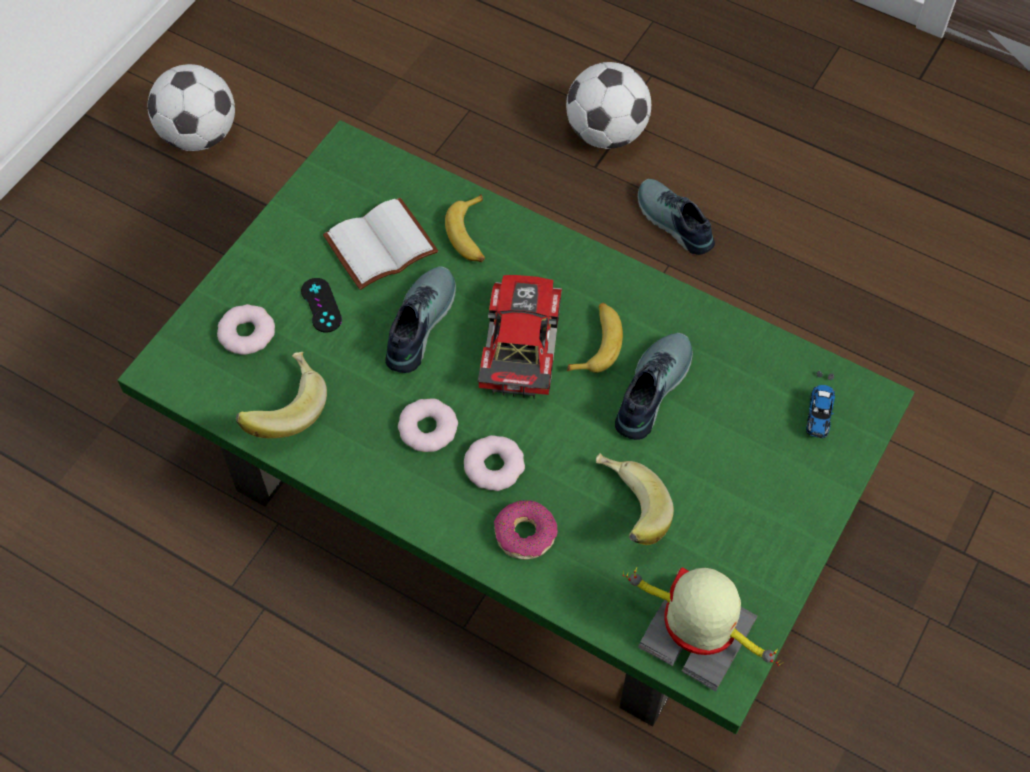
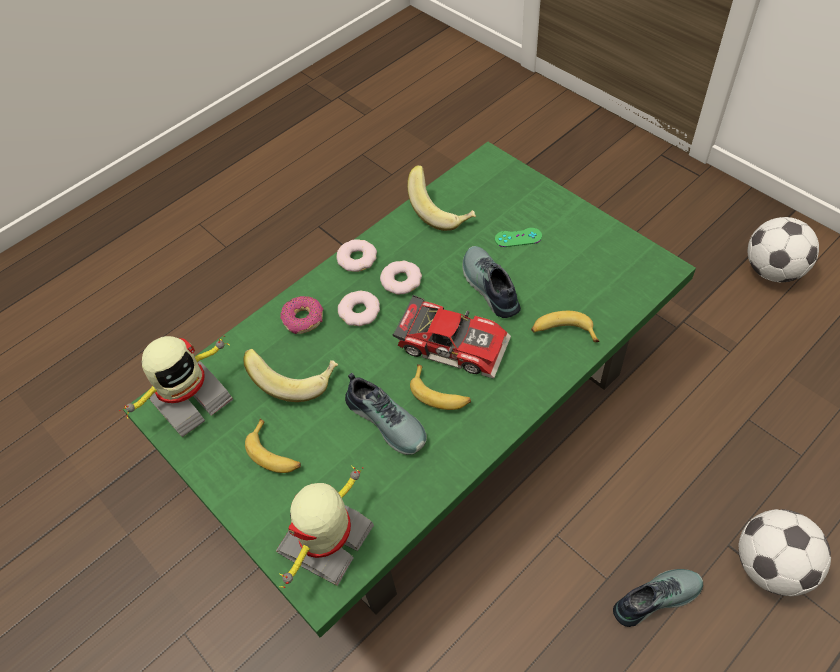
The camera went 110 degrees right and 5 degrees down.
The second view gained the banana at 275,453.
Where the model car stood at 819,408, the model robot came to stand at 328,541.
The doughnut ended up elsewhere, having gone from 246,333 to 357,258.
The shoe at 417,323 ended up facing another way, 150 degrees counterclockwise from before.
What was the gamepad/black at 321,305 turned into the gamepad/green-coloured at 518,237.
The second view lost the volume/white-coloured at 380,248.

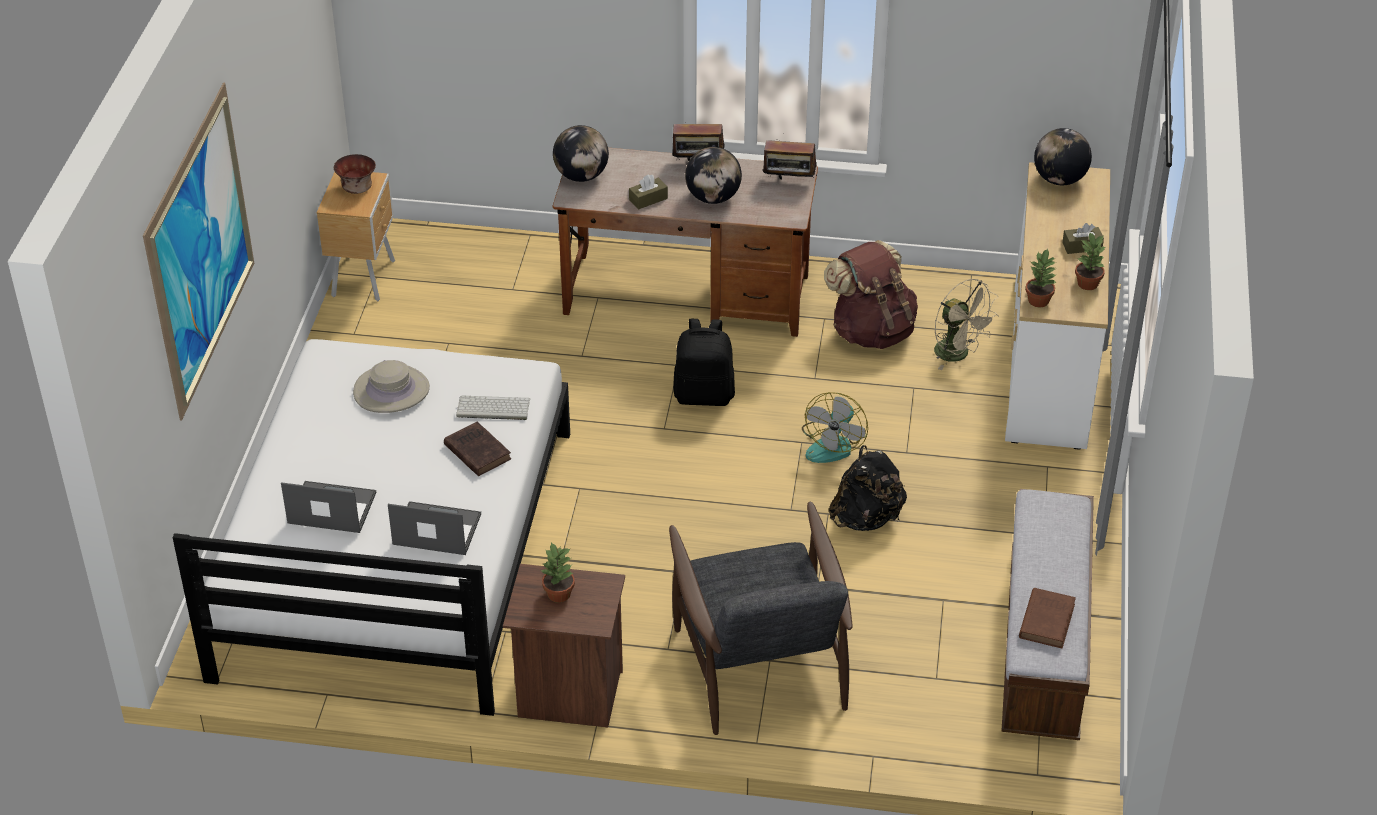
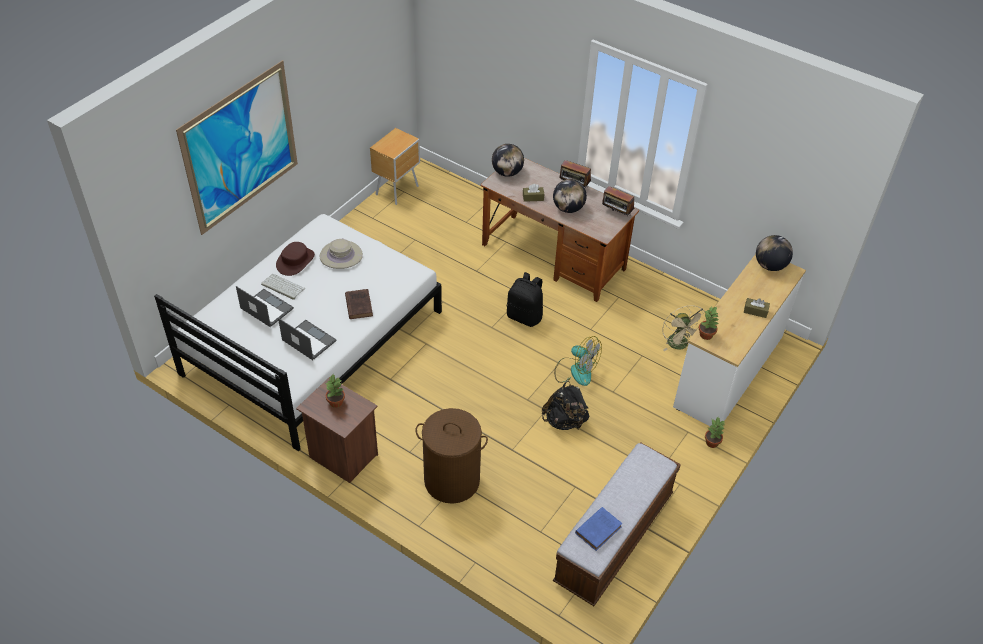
The camera went 25 degrees right and 5 degrees up.
The PC keyboard ended up elsewhere, having gone from 492,409 to 282,287.
The second view gained the wearable hat/brown-coloured at 295,261.
Where the armchair/gray stood at 759,663, the washing basket/brown-coloured came to stand at 451,480.
The fan at 833,444 ended up facing another way, 105 degrees counterclockwise from before.
What was the volume/brown-coloured at 1047,620 turned into the volume/bluish at 599,529.
The plant in a pot ended up elsewhere, having gone from 1088,283 to 712,442.
The second view lost the serving bowl at 356,188.
The second view lost the backpack/brown-coloured at 871,331.

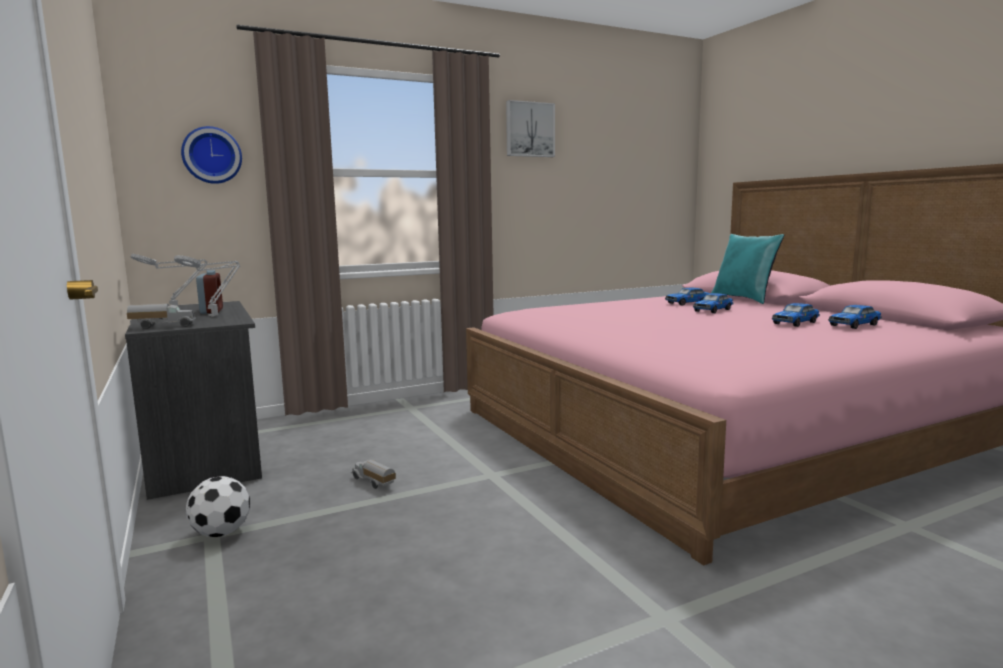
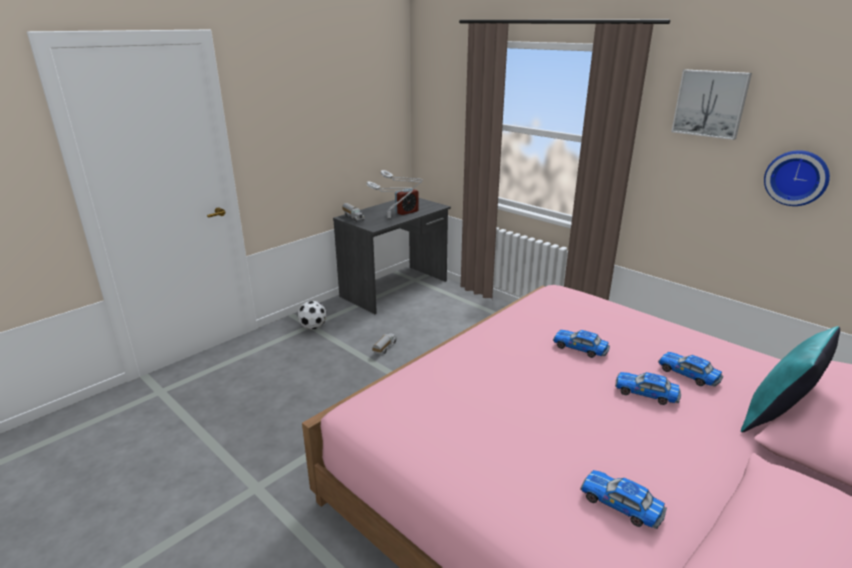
The camera went 70 degrees right and 15 degrees up.
The model car ended up elsewhere, having gone from 795,323 to 580,348.
The wall clock ended up elsewhere, having gone from 212,155 to 796,177.

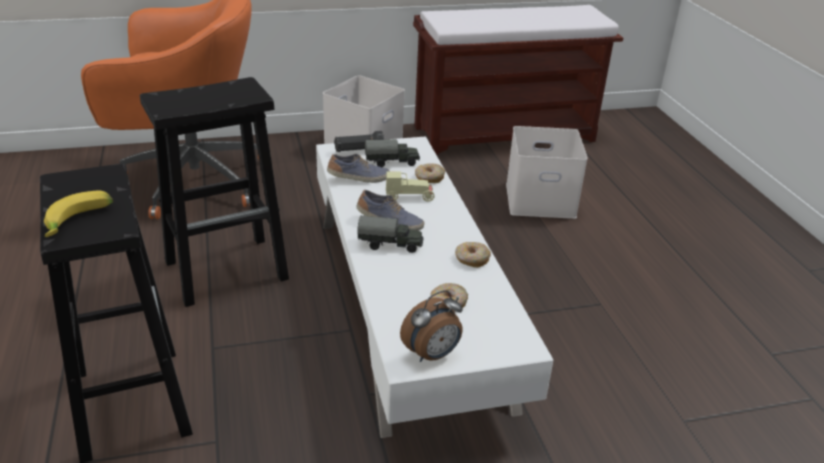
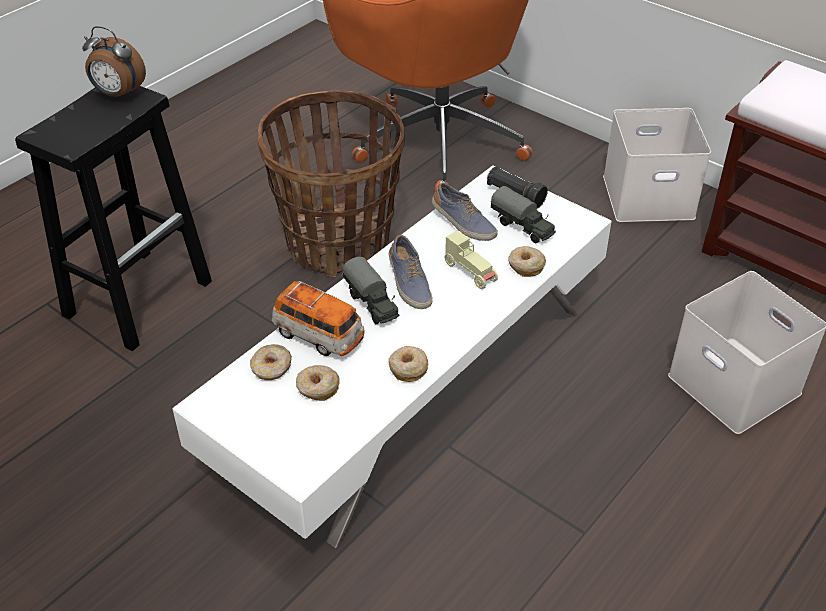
The camera went 55 degrees right and 10 degrees up.
The table clock ended up elsewhere, having gone from 432,355 to 118,94.
The second view gained the doughnut at 271,368.
Where the stool/black stood at 228,269, the basket came to stand at 338,243.
The second view gained the model car at 318,336.
The second view lost the banana at 79,222.

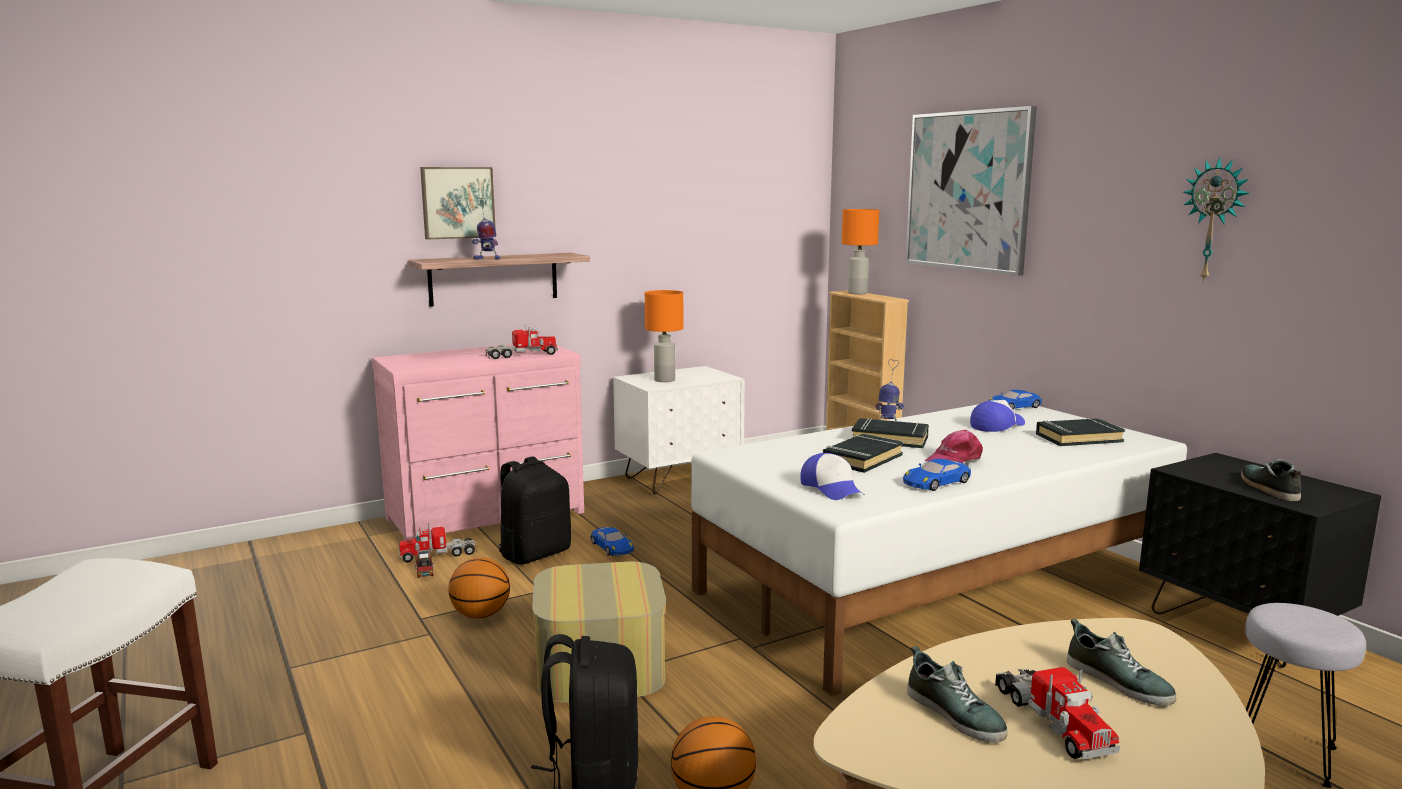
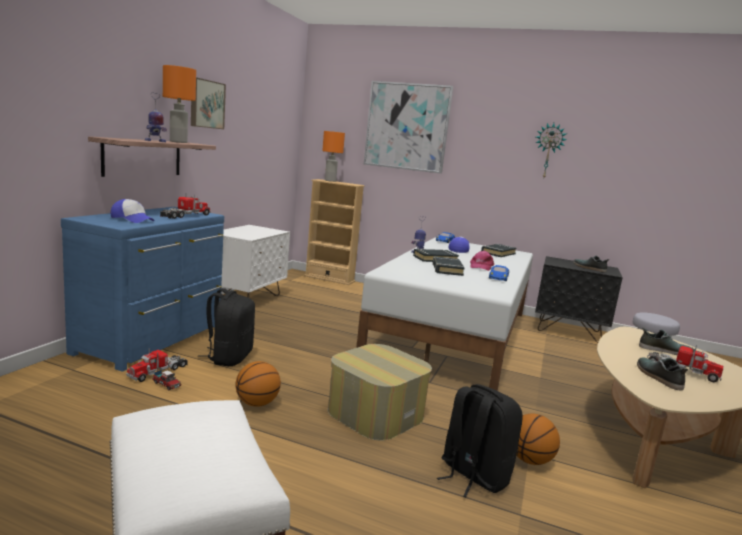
The camera went 40 degrees left and 0 degrees up.
What was the dresser/pinkish at 489,516 turned into the dresser/bluish at 154,339.
The peaked cap ended up elsewhere, having gone from 832,488 to 132,219.
The tabletop lamp/orangey ended up elsewhere, having gone from 664,380 to 178,142.
The picture ended up elsewhere, having gone from 457,202 to 206,104.
The shoe at 955,714 ended up facing another way, 120 degrees counterclockwise from before.
The second view lost the model car/bluish at 612,547.

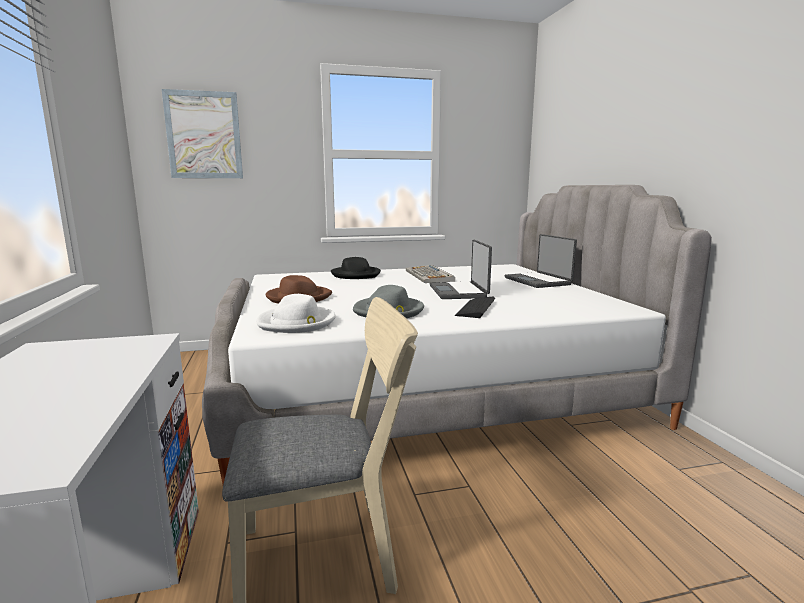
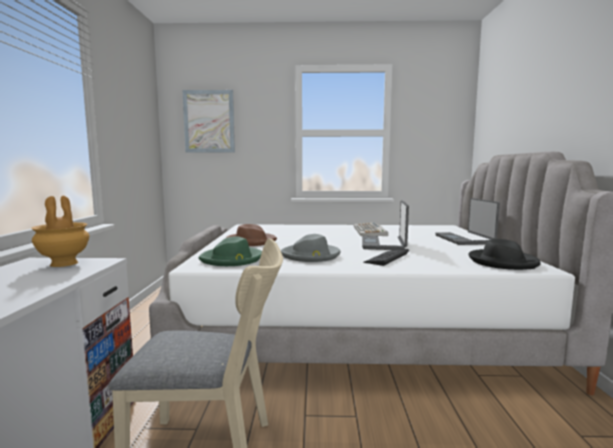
The camera went 15 degrees right and 5 degrees down.
The second view gained the vase/brown-coloured at 63,264.
What was the wearable hat/white-coloured at 297,323 turned into the wearable hat/green-coloured at 232,259.
The wearable hat/black ended up elsewhere, having gone from 356,275 to 502,262.

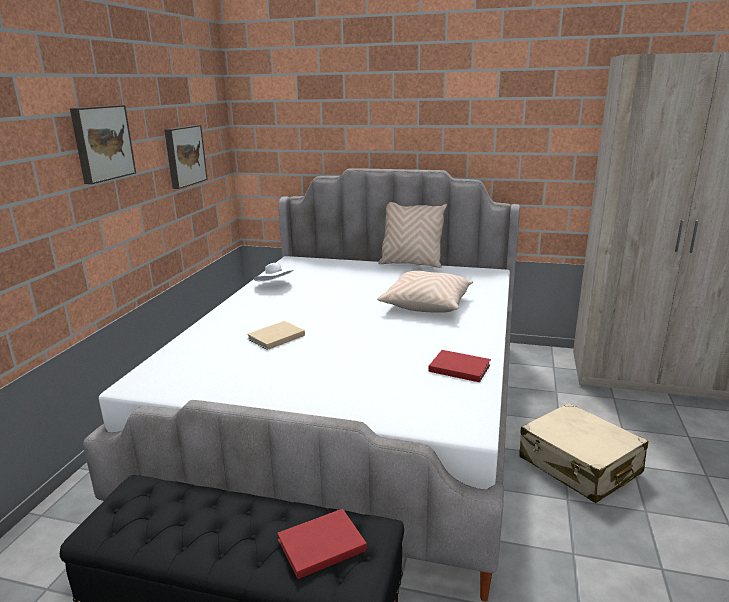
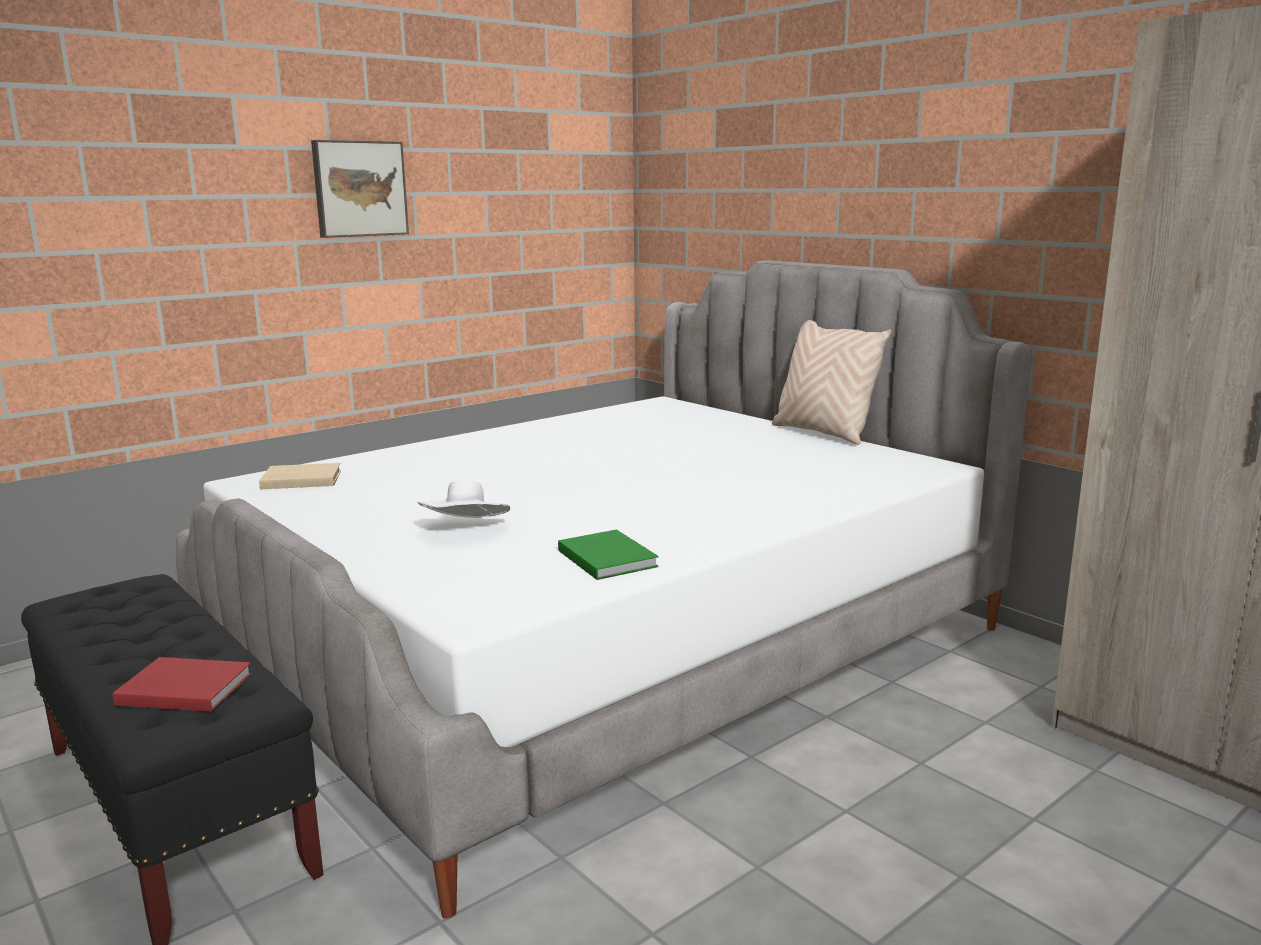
The camera went 35 degrees right and 5 degrees down.
The volume/beige ended up elsewhere, having gone from 274,337 to 299,479.
The wearable hat/white-coloured ended up elsewhere, having gone from 275,285 to 466,530.
What was the volume/reddish at 458,367 turned into the volume/green-coloured at 607,557.
The second view lost the picture at 184,156.
The second view lost the cushion/beige at 427,304.
The second view lost the piece of luggage/beige at 579,465.

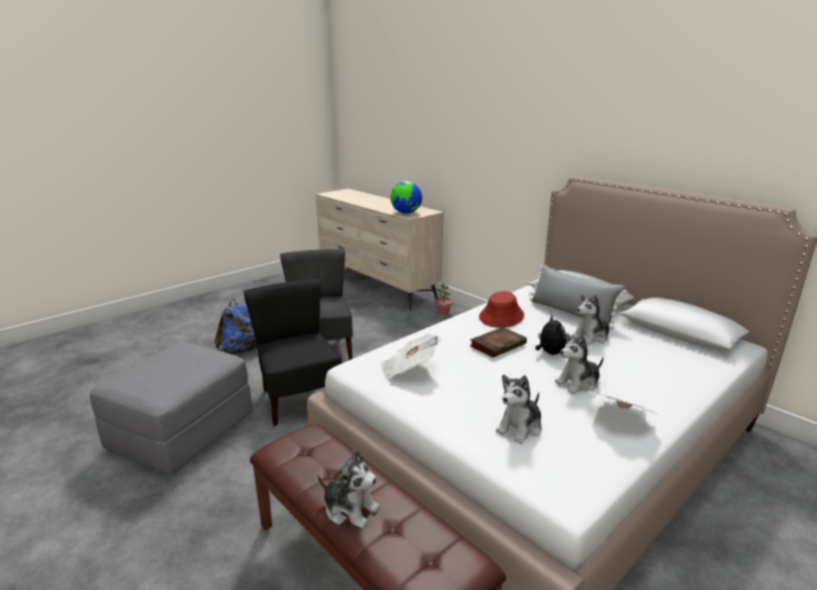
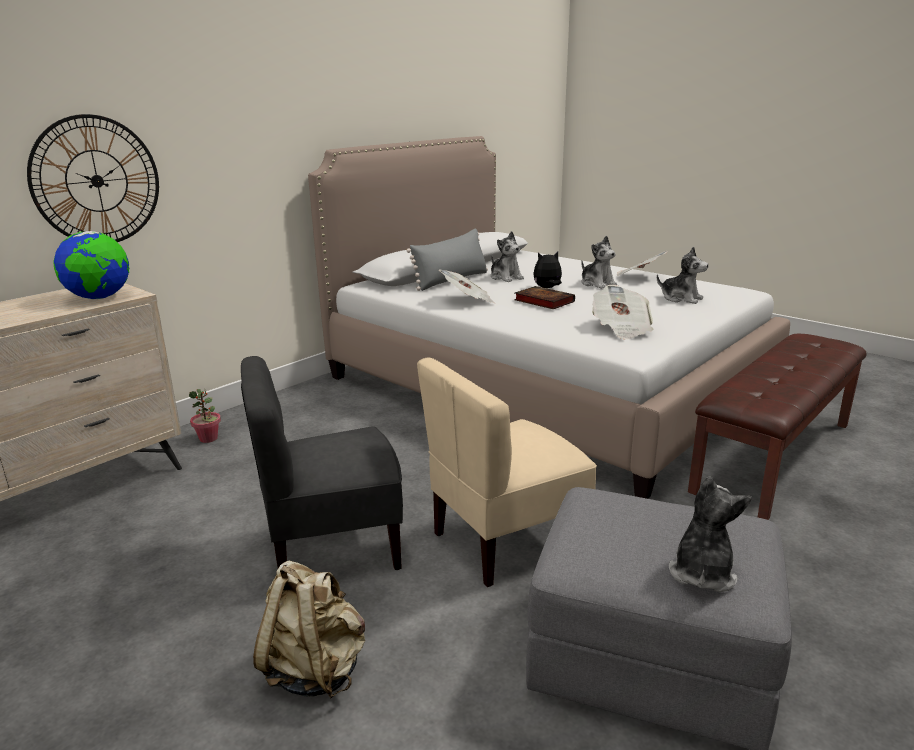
The camera went 95 degrees left and 0 degrees up.
The second view gained the wall clock at 97,181.
What was the backpack/bluish at 242,350 turned into the backpack/beige at 315,669.
What was the upright chair/black at 299,400 turned into the upright chair/beige at 506,542.
Where the wearable hat/reddish stood at 501,316, the daily paper came to stand at 468,301.
The soft toy ended up elsewhere, having gone from 350,509 to 701,572.

